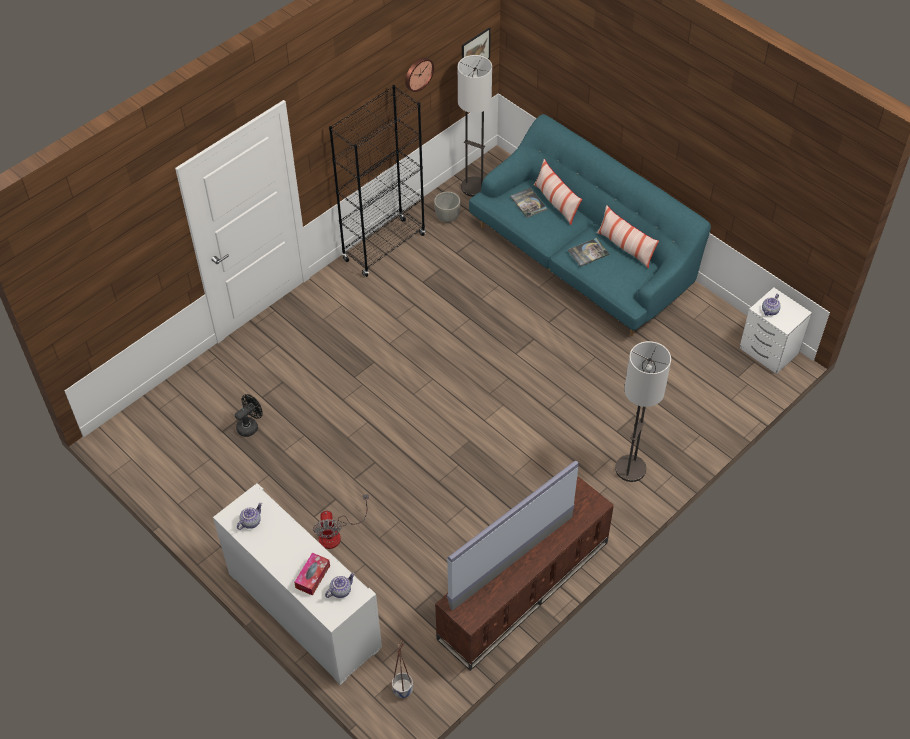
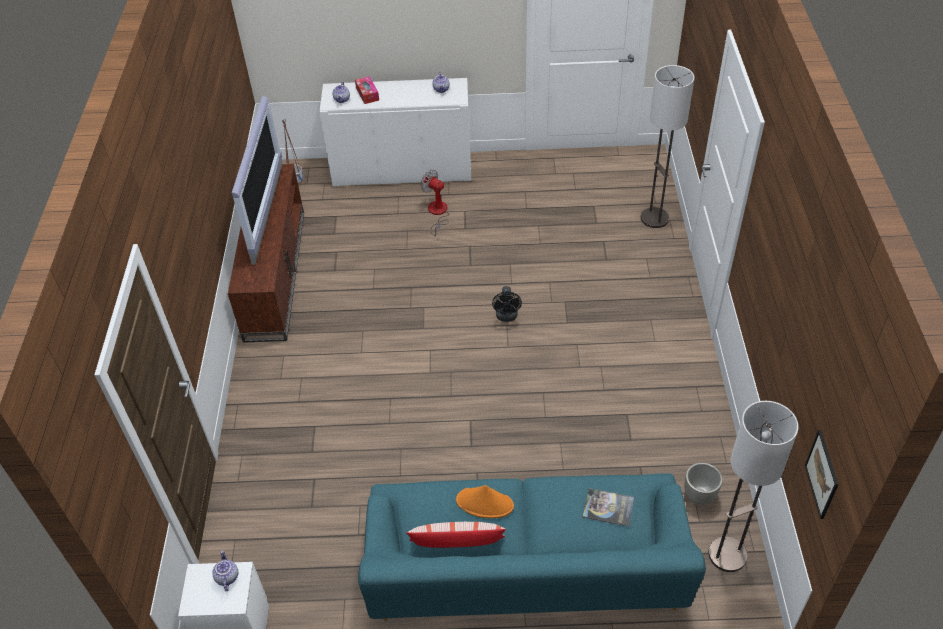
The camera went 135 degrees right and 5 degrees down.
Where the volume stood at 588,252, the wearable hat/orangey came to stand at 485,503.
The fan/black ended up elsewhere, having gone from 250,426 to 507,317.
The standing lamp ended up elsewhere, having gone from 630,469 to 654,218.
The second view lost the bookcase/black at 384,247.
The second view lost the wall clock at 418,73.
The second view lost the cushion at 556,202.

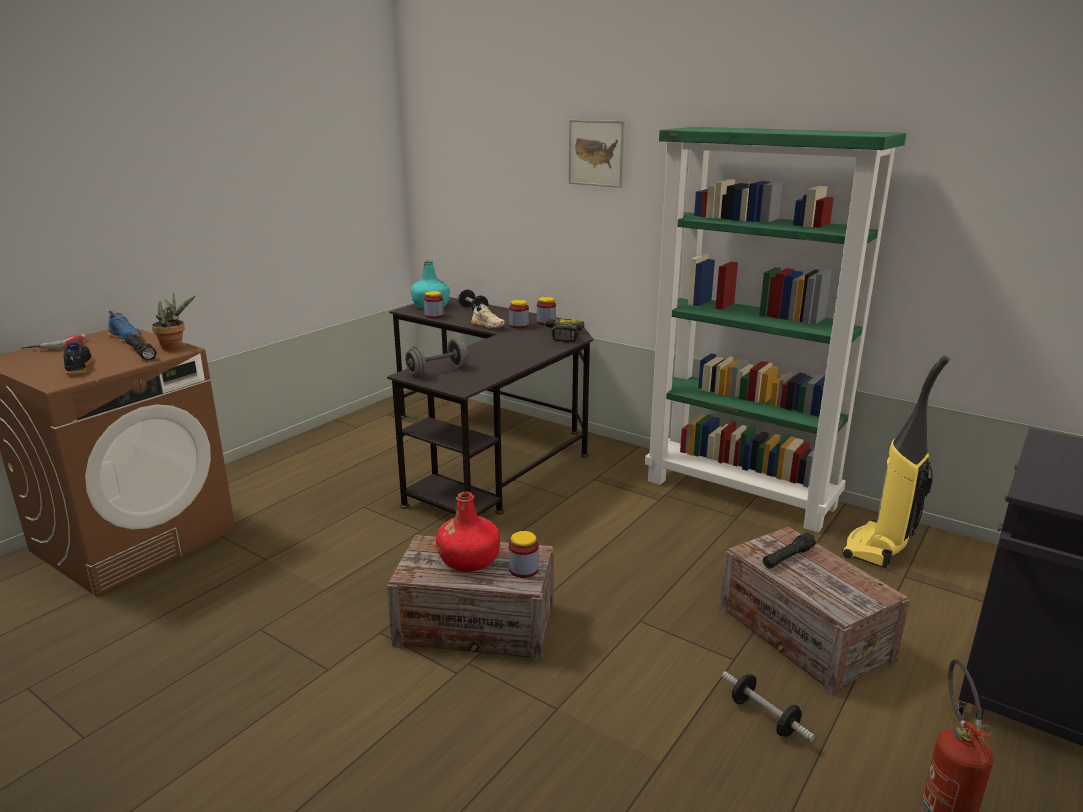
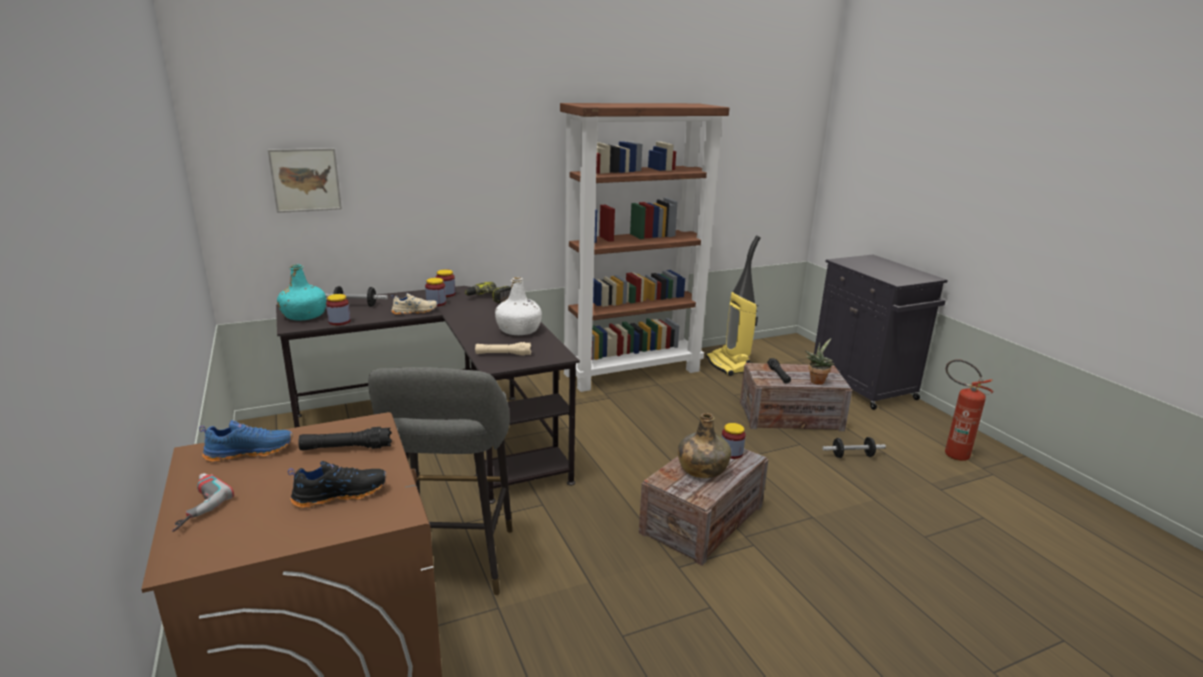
The camera went 60 degrees left and 0 degrees up.
The picture ended up elsewhere, having gone from 596,153 to 305,180.
The shoe/black at 77,367 ended up facing another way, 150 degrees clockwise from before.
The second view gained the stool/gray at 454,564.
Where the hand weight/gray stood at 437,371, the flashlight/beige came to stand at 503,354.
The second view gained the beverage bottle/white-coloured at 519,330.
What was the bookcase/green-coloured at 741,493 turned into the bookcase/brown-coloured at 632,372.
What was the beverage bottle/reddish at 469,560 turned into the beverage bottle/green-coloured at 702,469.
The plant in a pot ended up elsewhere, having gone from 175,346 to 816,380.

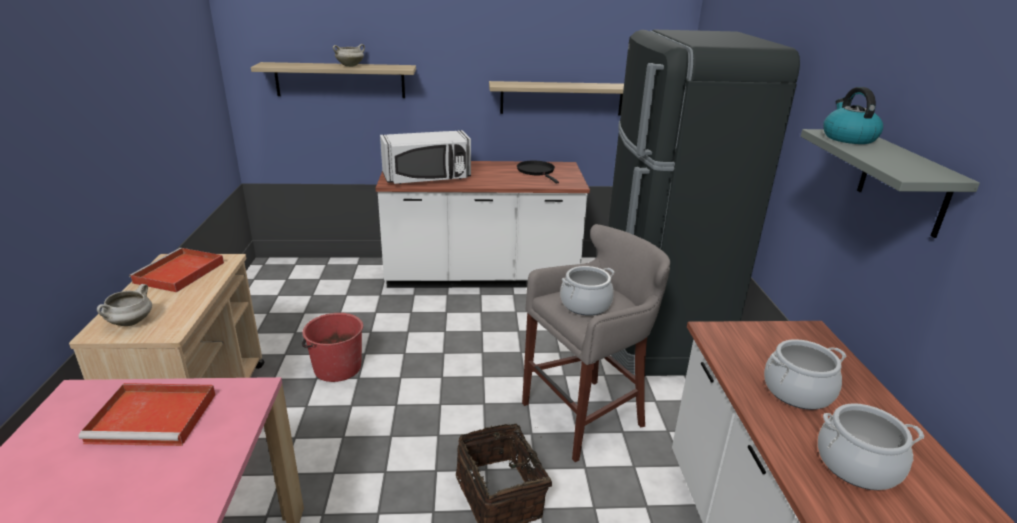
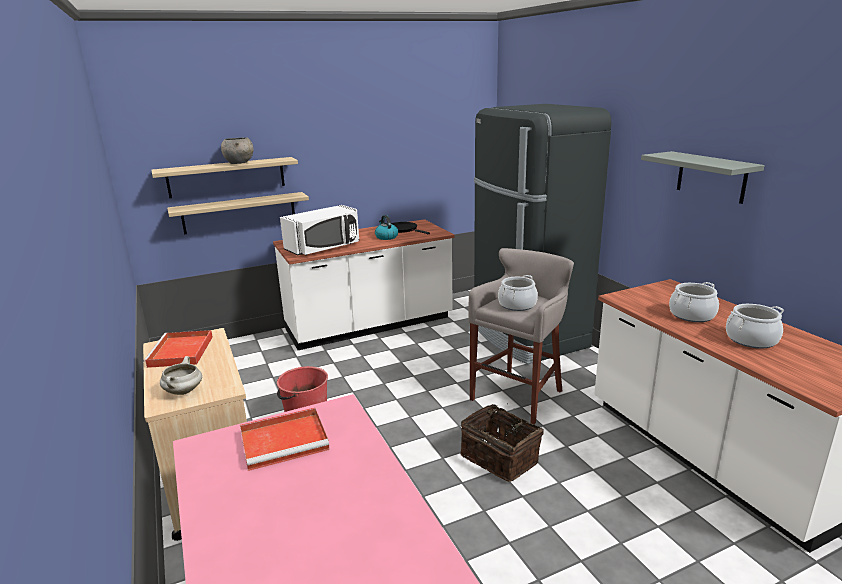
The camera went 20 degrees left and 5 degrees down.
The wall shelf ended up elsewhere, having gone from 561,98 to 239,213.
Where the saucepot/white-coloured stood at 350,66, the serving bowl/gray came to stand at 239,163.
The tea kettle ended up elsewhere, having gone from 848,138 to 386,237.

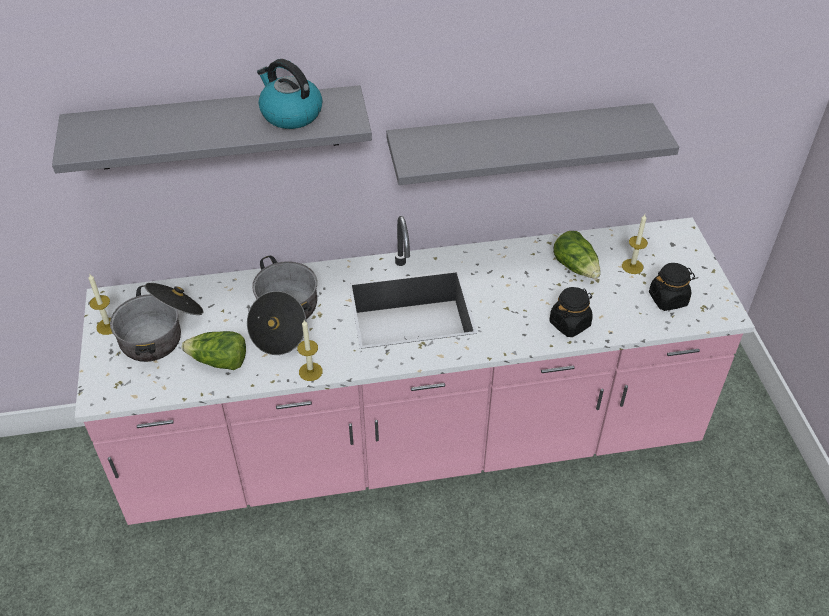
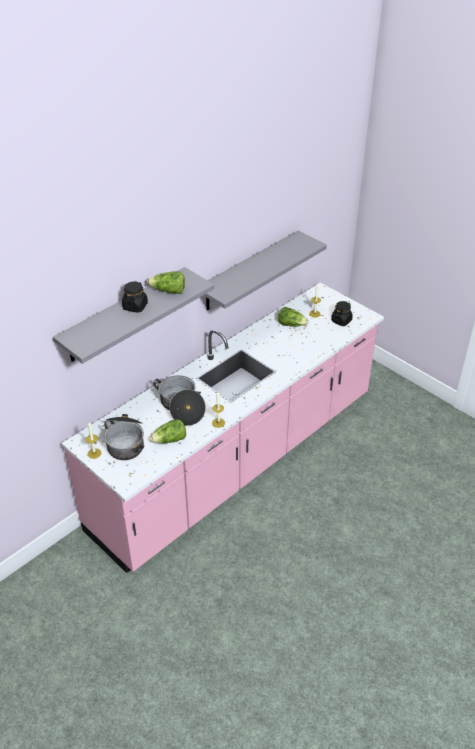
The camera went 35 degrees left and 5 degrees down.
The preserve jar/black ended up elsewhere, having gone from 569,323 to 135,306.
Where the tea kettle stood at 290,114, the lettuce head came to stand at 168,291.

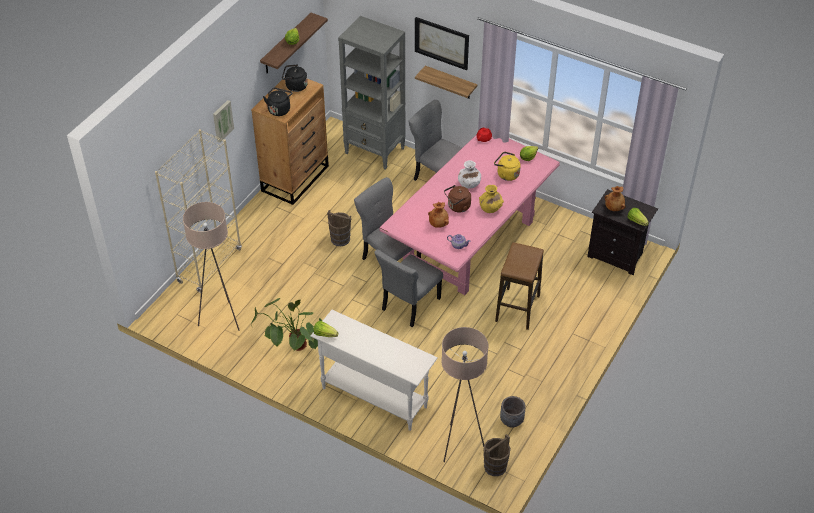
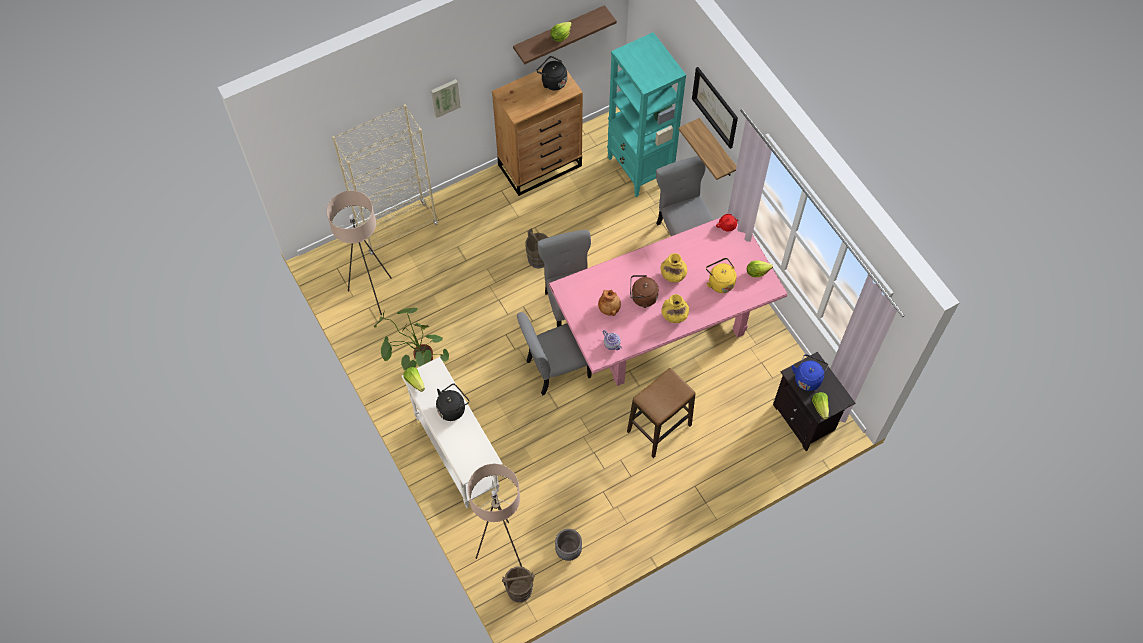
The camera went 30 degrees right and 15 degrees up.
The tea kettle/black ended up elsewhere, having gone from 279,109 to 452,408.
What was the bookcase/gray at 375,151 turned into the bookcase/turquoise-coloured at 640,169.
What was the vase/white-coloured at 469,184 turned into the vase/yellowish at 672,275.
Where the vase/brown-coloured stood at 614,207, the tea kettle/bluish came to stand at 808,378.

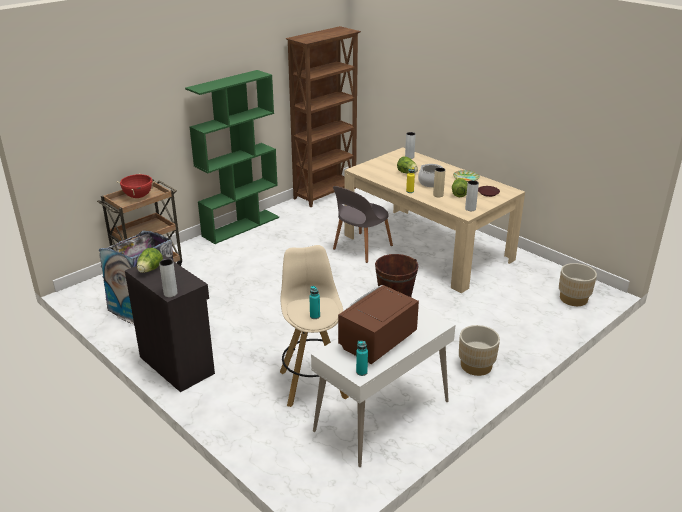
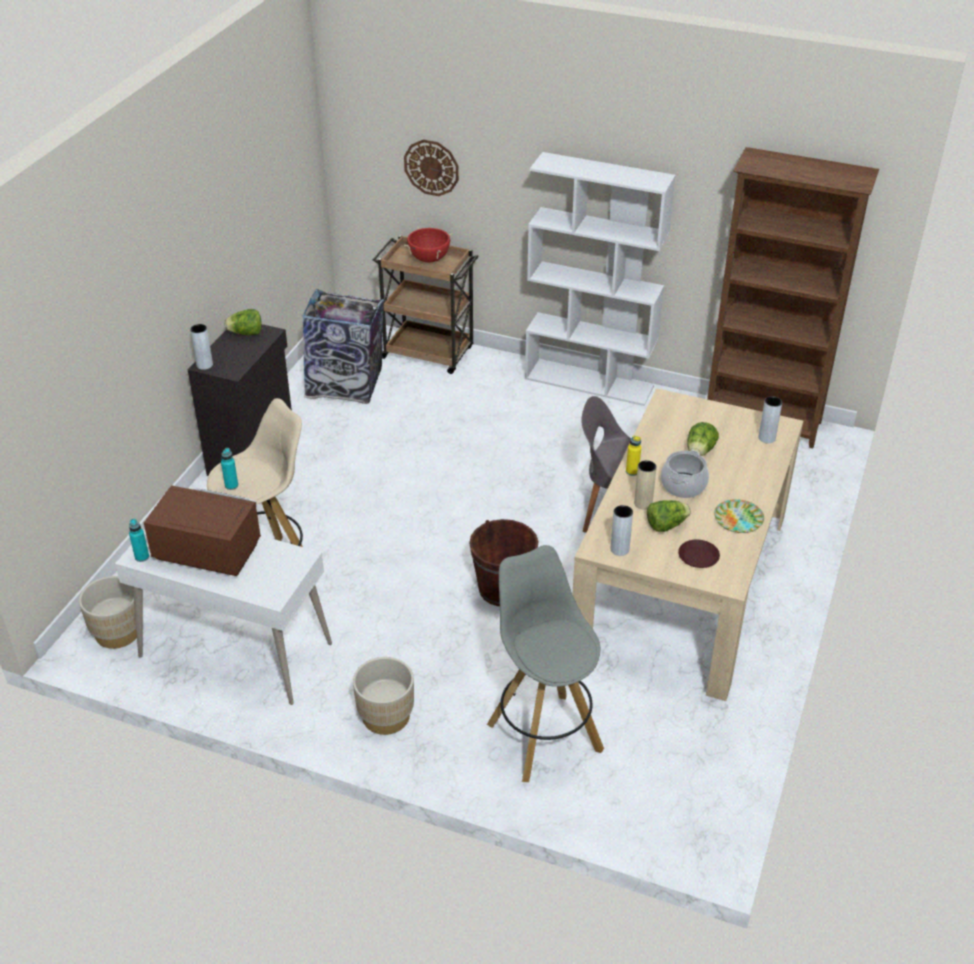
The camera went 65 degrees right and 10 degrees up.
The plant pot/beige ended up elsewhere, having gone from 573,299 to 118,632.
The second view gained the wall clock at 431,167.
The second view gained the stool/gray at 543,735.
What was the bookcase/green-coloured at 241,226 turned into the bookcase/white-coloured at 590,382.

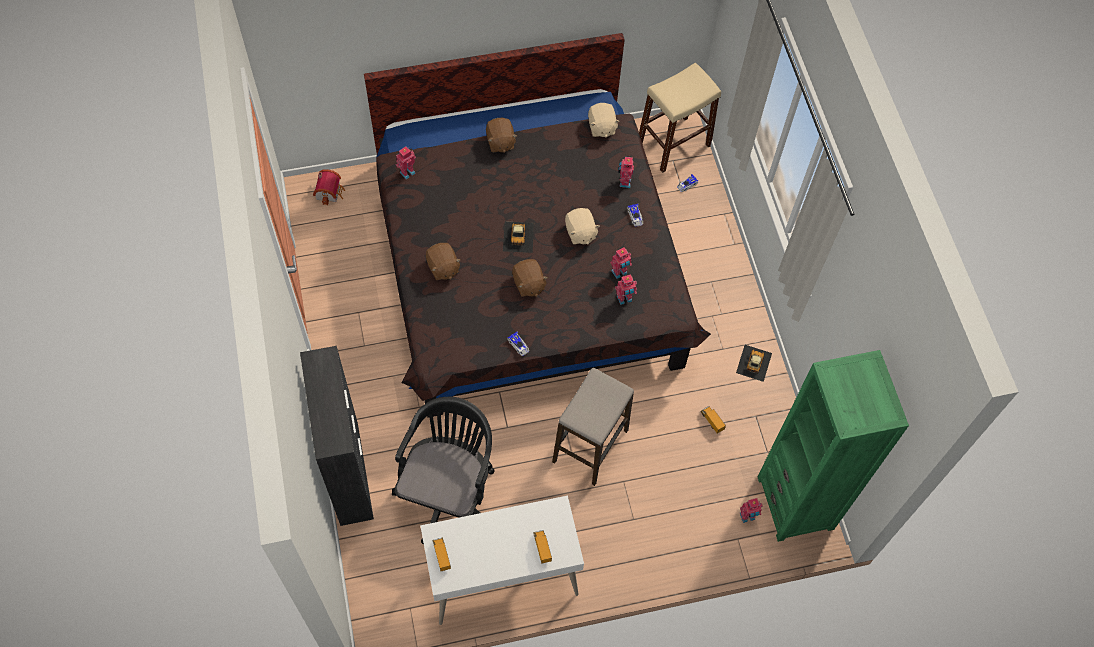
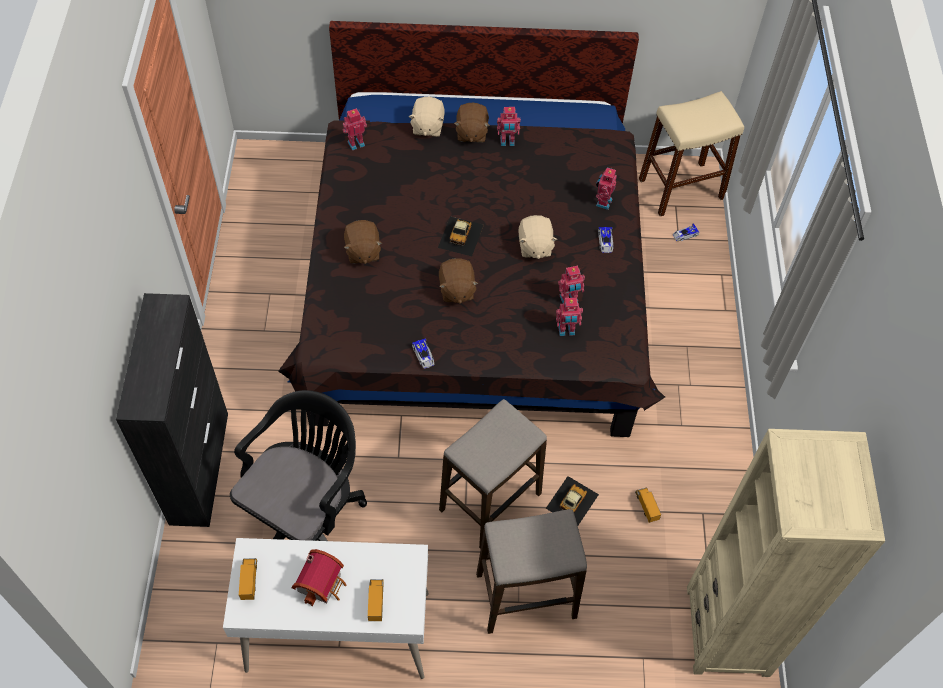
The camera went 15 degrees right and 5 degrees down.
The toy house ended up elsewhere, having gone from 330,192 to 322,583.
The soft toy/beige ended up elsewhere, having gone from 601,127 to 427,127.
The second view gained the stool at 526,596.
The model robot ended up elsewhere, having gone from 747,517 to 507,142.
The model car ended up elsewhere, having gone from 753,363 to 571,501.
What was the bookcase/green-coloured at 795,502 turned into the bookcase/beige at 728,631.

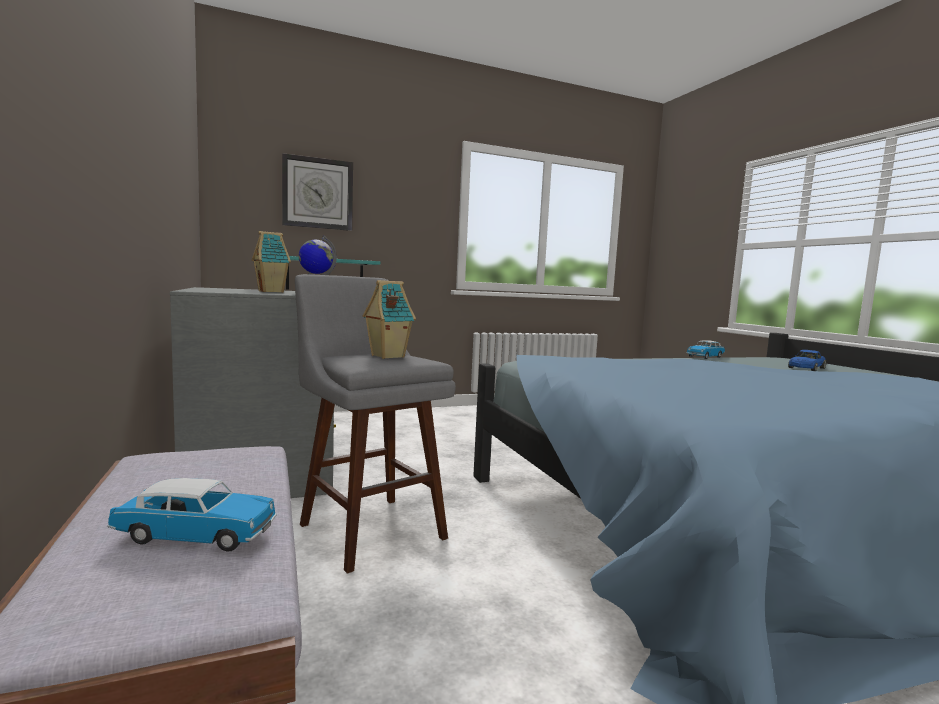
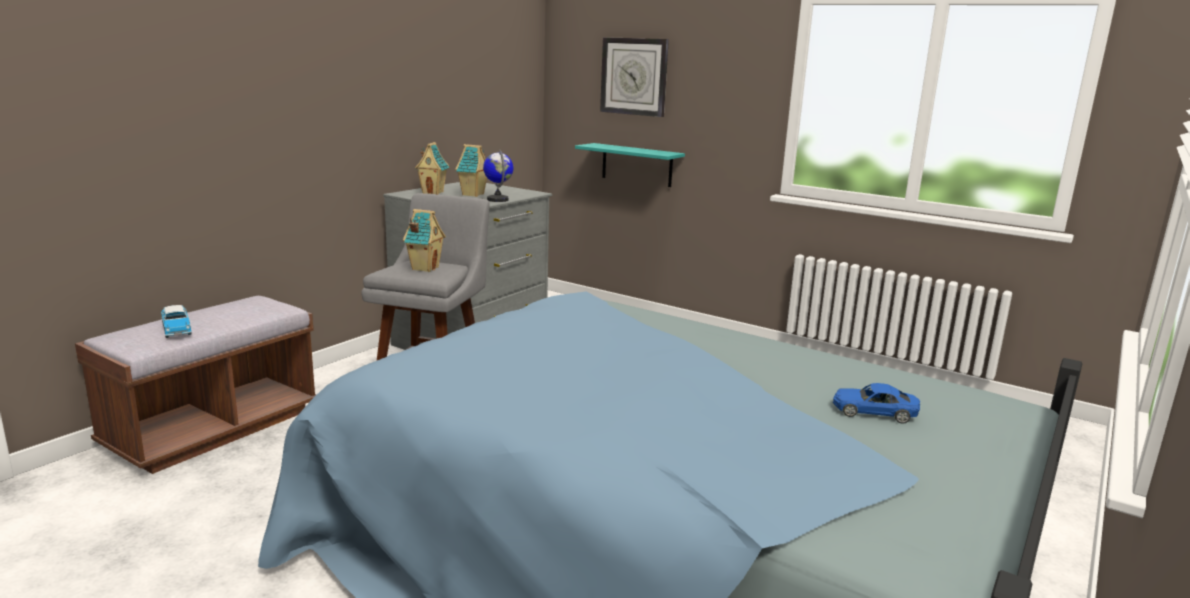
The camera went 55 degrees right and 10 degrees up.
The second view gained the toy house at 433,192.
The second view lost the model car at 705,357.

